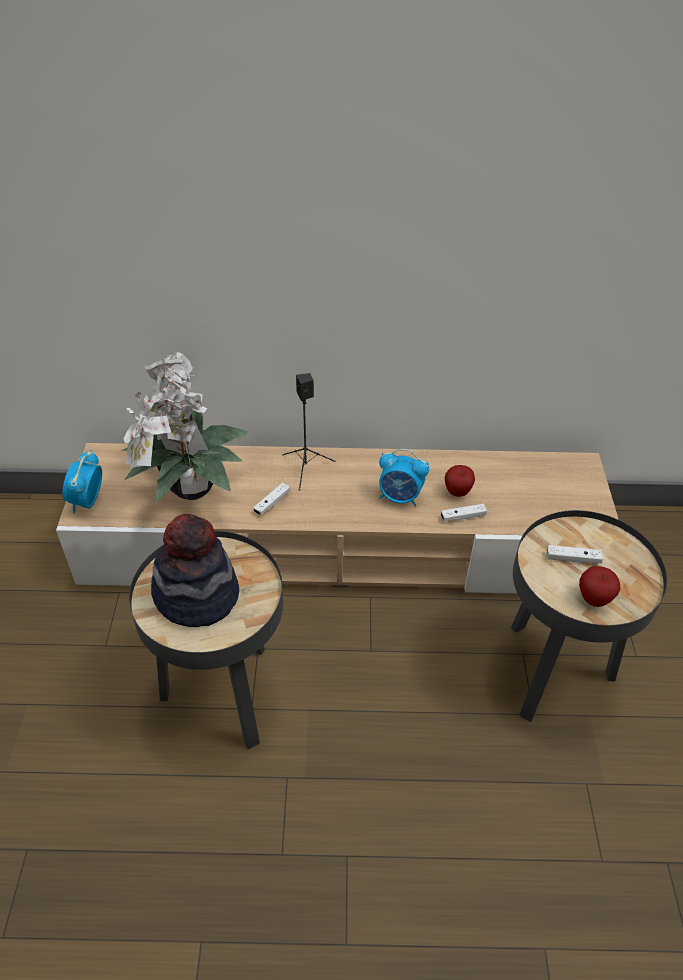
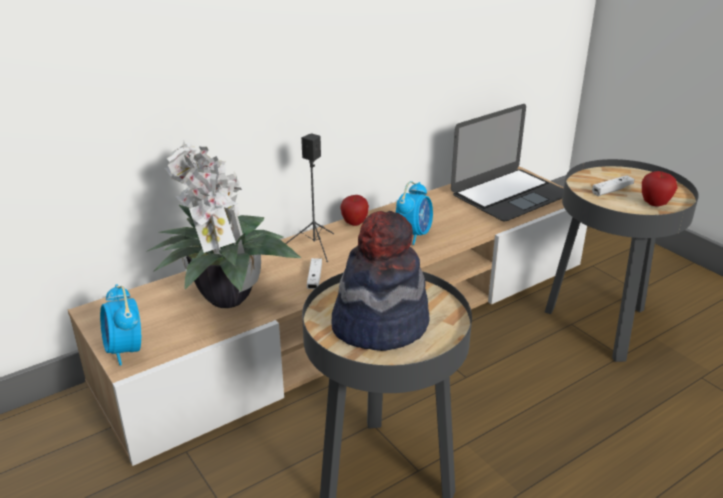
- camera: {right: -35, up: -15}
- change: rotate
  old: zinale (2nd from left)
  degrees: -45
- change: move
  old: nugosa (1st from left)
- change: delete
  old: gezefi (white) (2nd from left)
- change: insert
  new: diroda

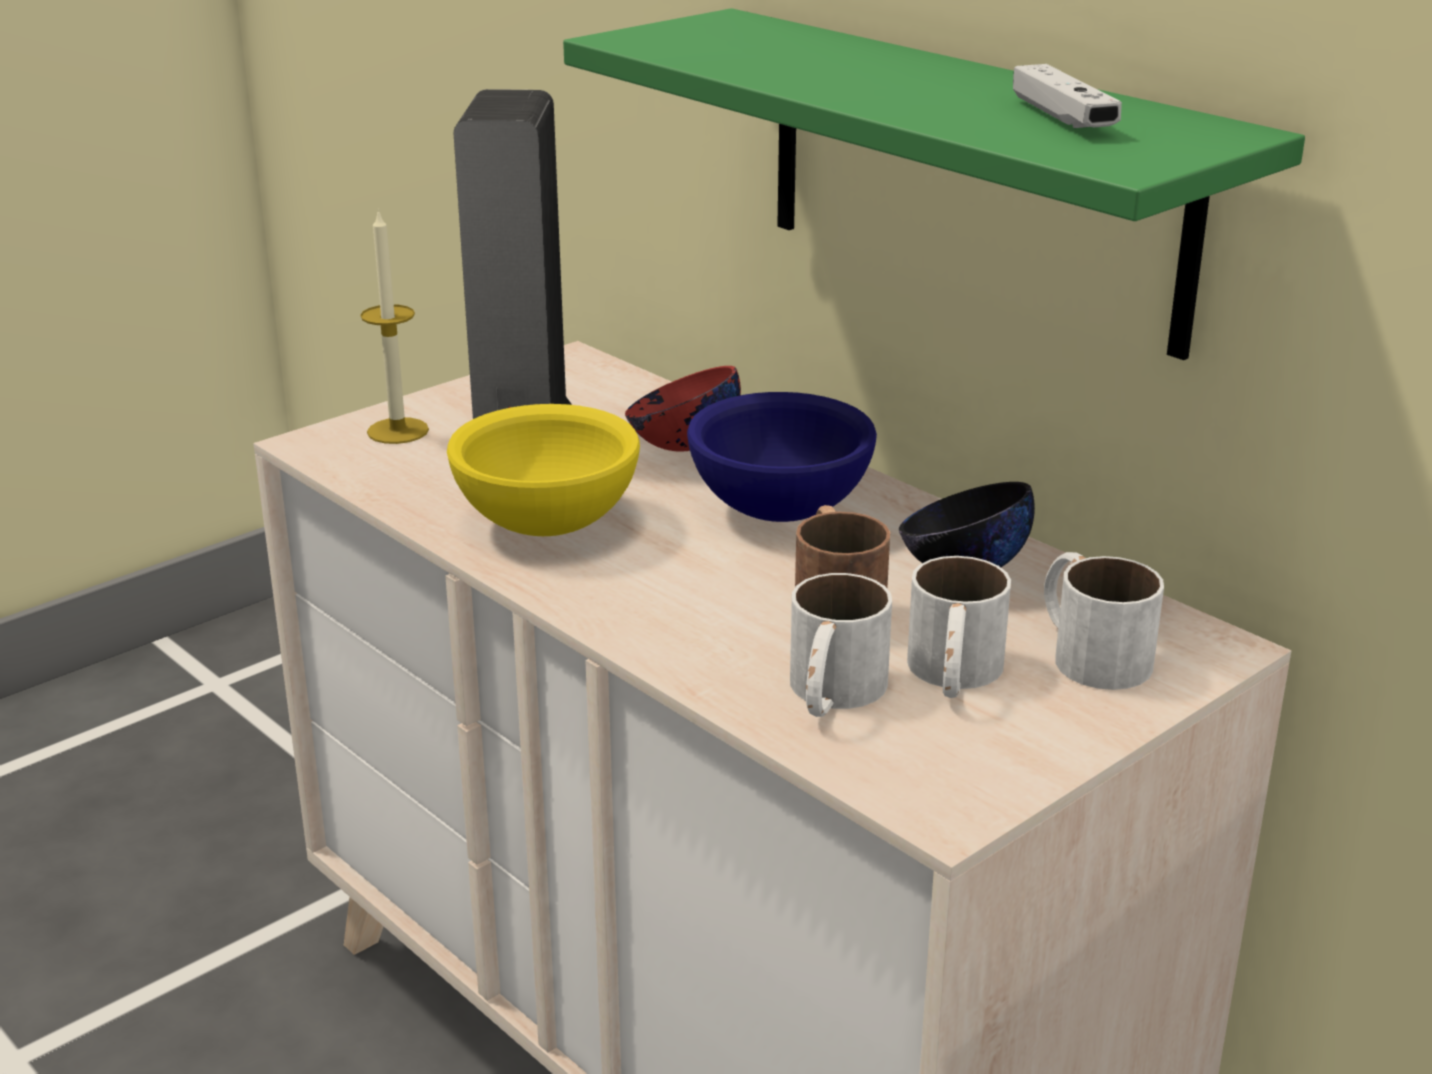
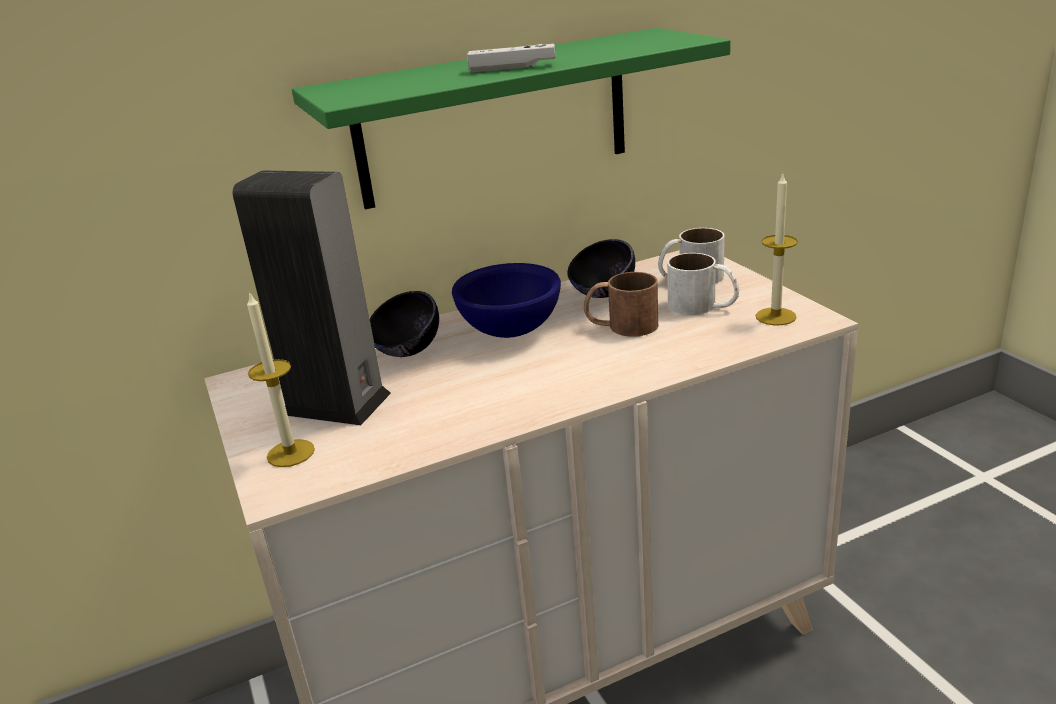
- camera: {right: -70, up: 0}
- change: move
  old: gezefi (white)
- change: recolor
  old: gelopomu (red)
  new: gelopomu (black) (1st from left)
- change: delete
  old: gelopomu (yellow)
- change: delete
  old: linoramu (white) (1st from left)
- change: insert
  new: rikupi (2nd from left)

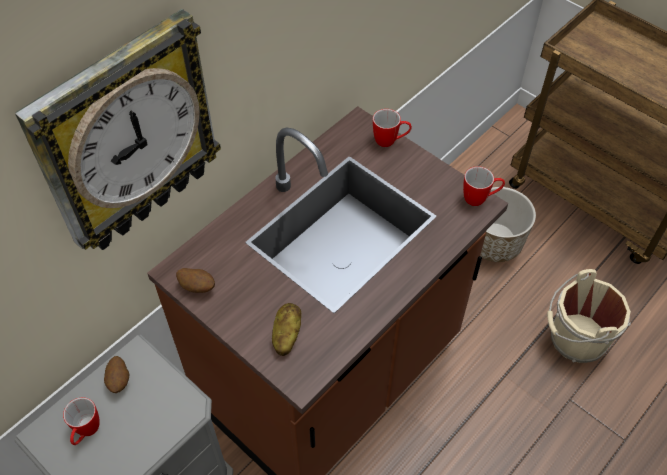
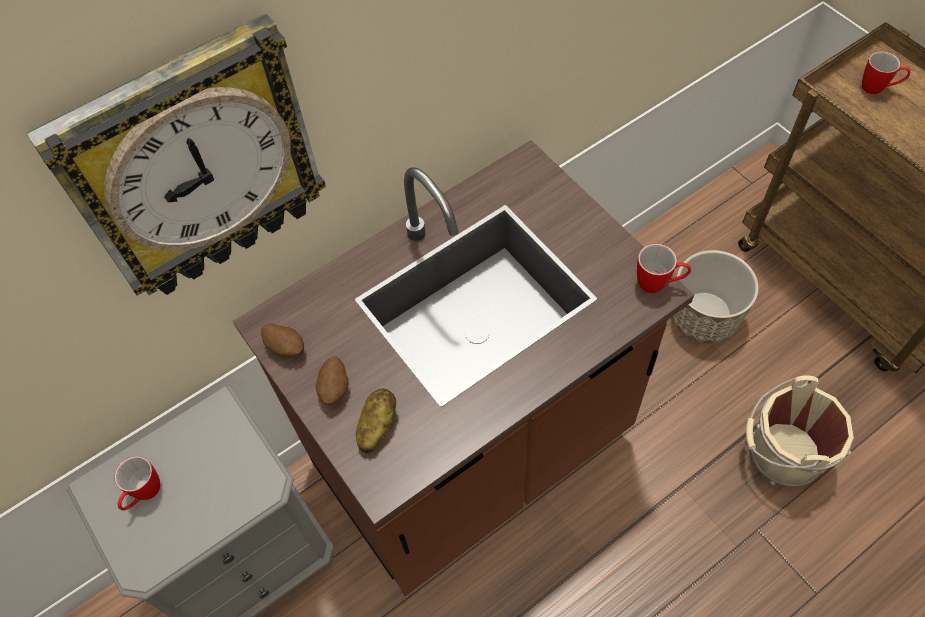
- camera: {right: 15, up: 5}
- change: move
  old: linoramu (2nd from left in the first image)
  new: linoramu (3rd from left)
- change: move
  old: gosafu (1st from left in the first image)
  new: gosafu (2nd from left)

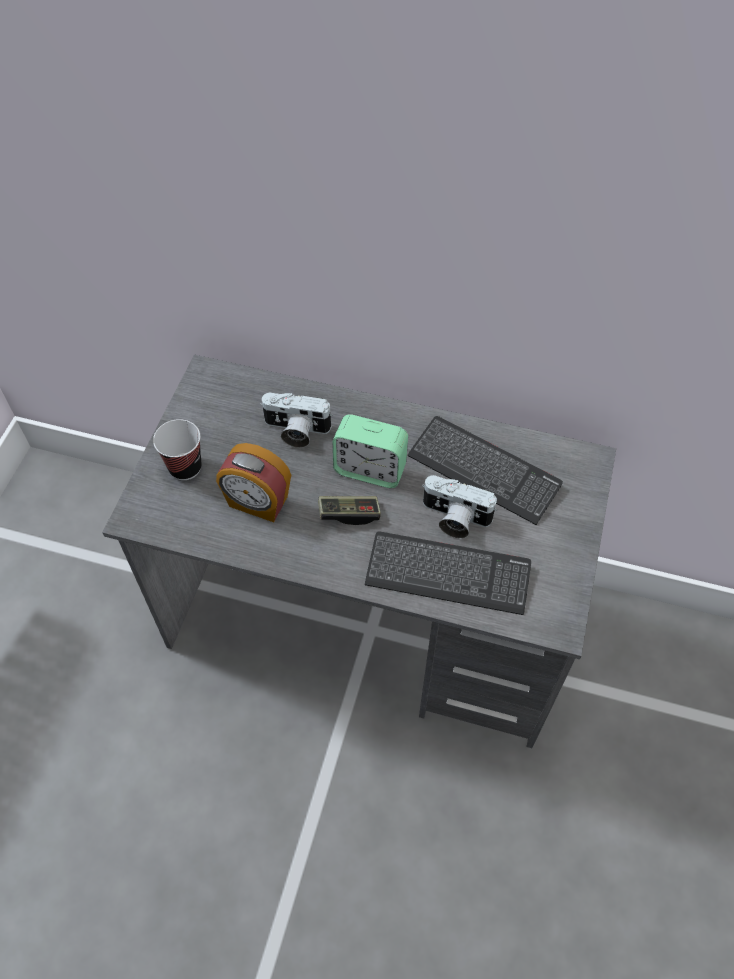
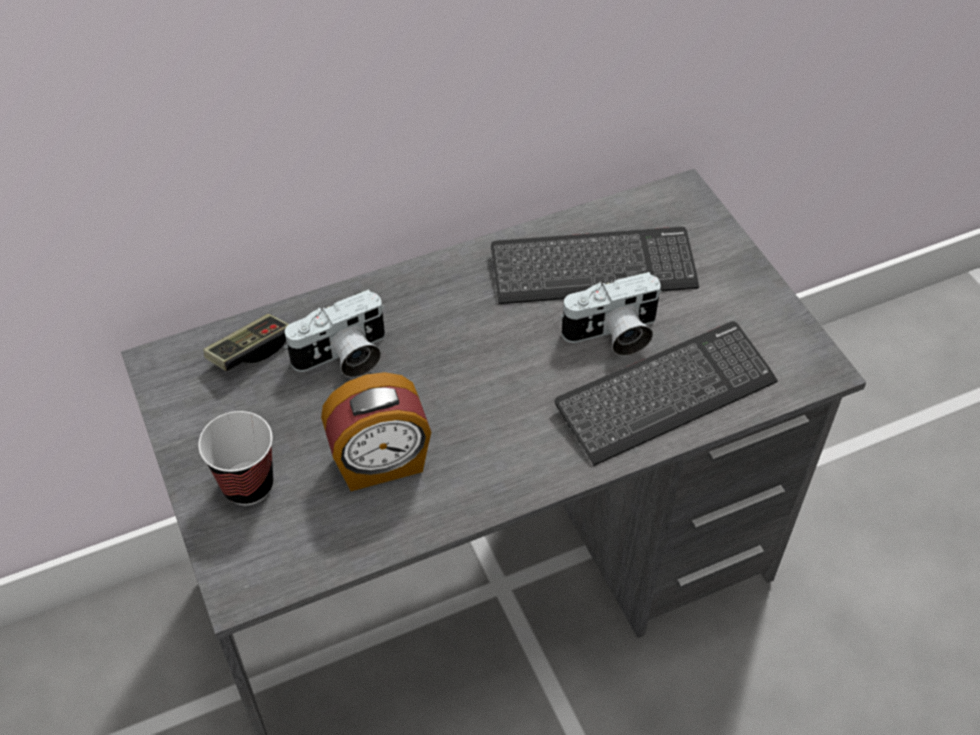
- camera: {right: -40, up: -5}
- change: delete
  old: zinale (2nd from left)
- change: move
  old: gezefi

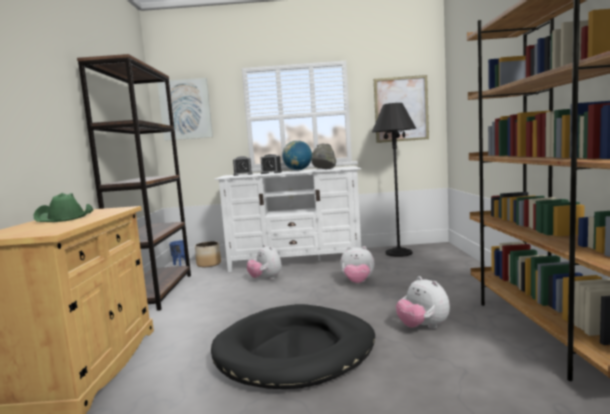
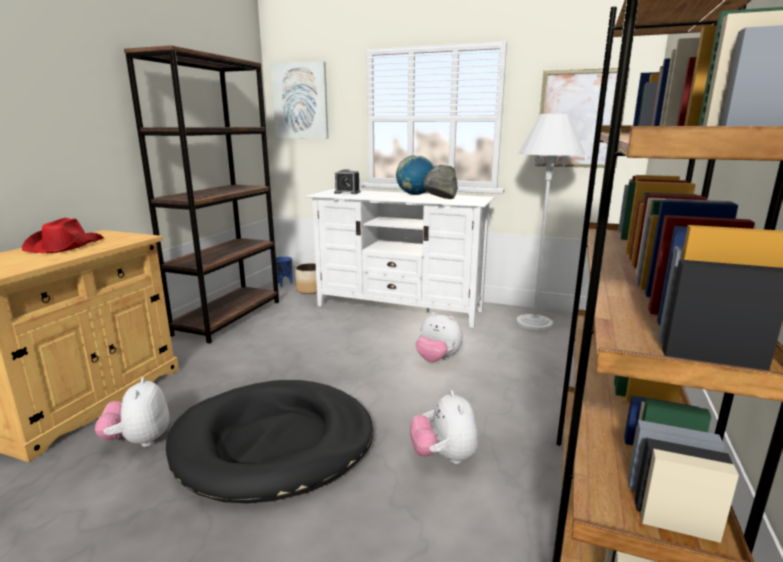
- camera: {right: 20, up: 10}
- change: recolor
  old: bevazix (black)
  new: bevazix (white)
- change: delete
  old: zinale (2nd from left)
- change: recolor
  old: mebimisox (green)
  new: mebimisox (red)
- change: move
  old: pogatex (1st from left)

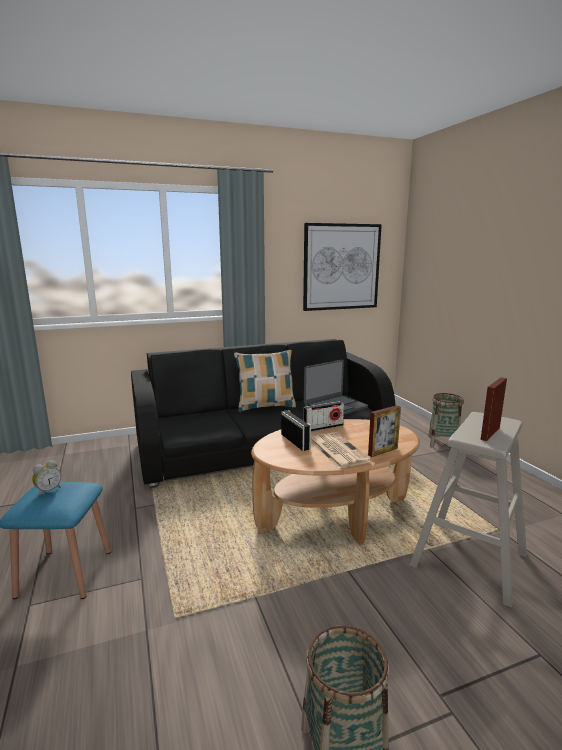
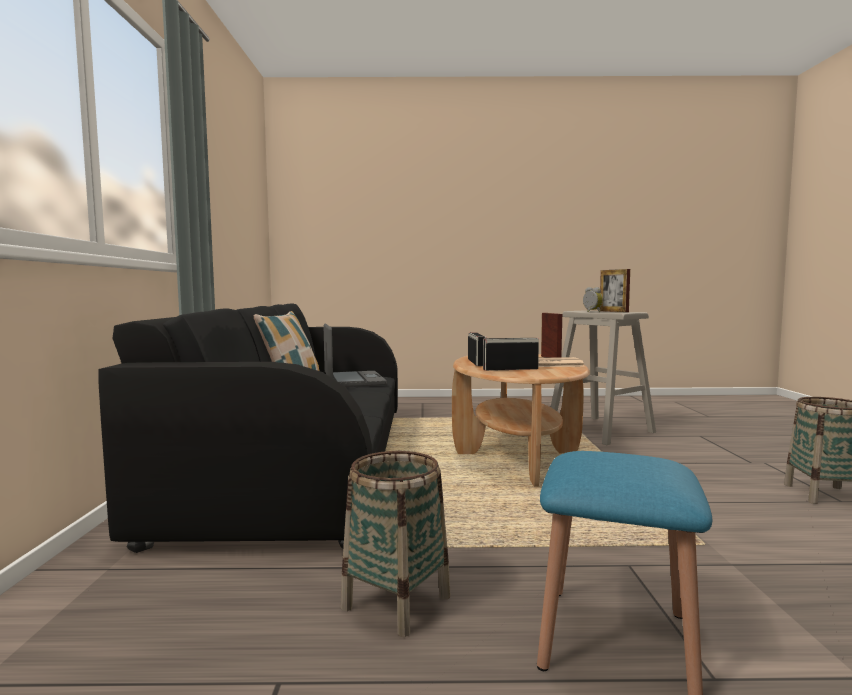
- camera: {right: -70, up: -10}
- change: delete
  old: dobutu
- change: move
  old: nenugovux (2nd from left in the first image)
  new: nenugovux (1st from left)
- change: move
  old: zinale

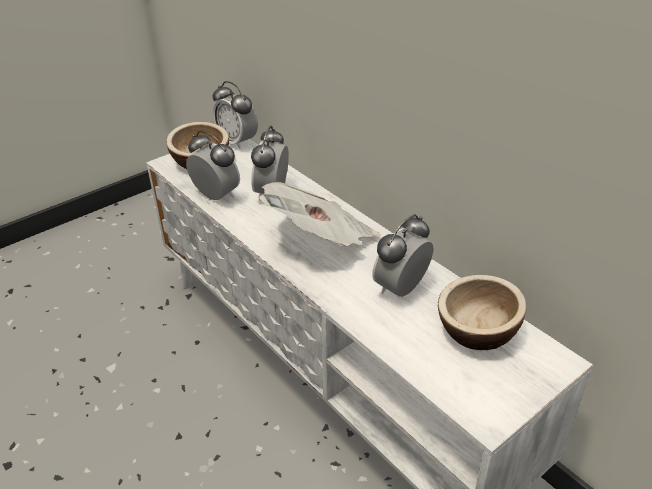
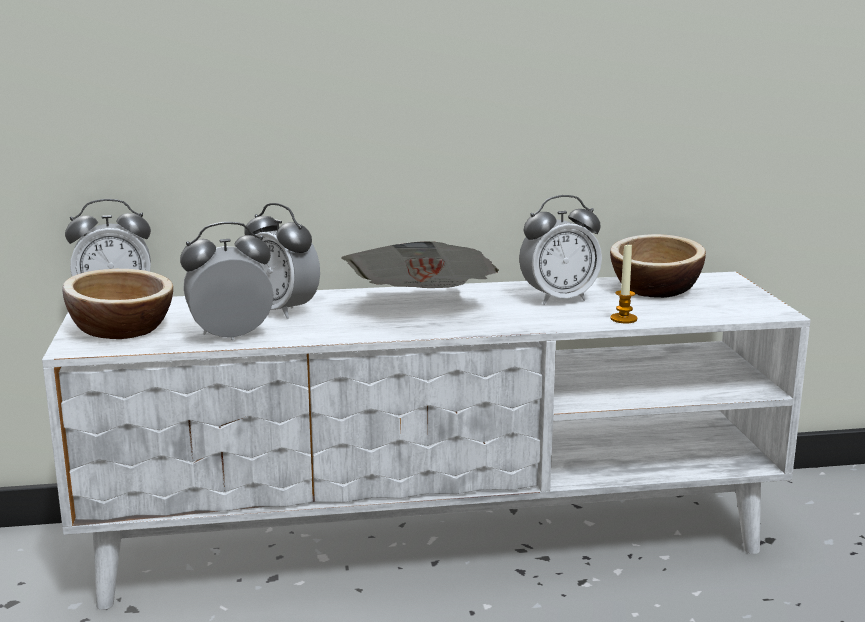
- camera: {right: -60, up: -20}
- change: rotate
  old: zinale (4th from left)
  degrees: -90
- change: insert
  new: rikupi

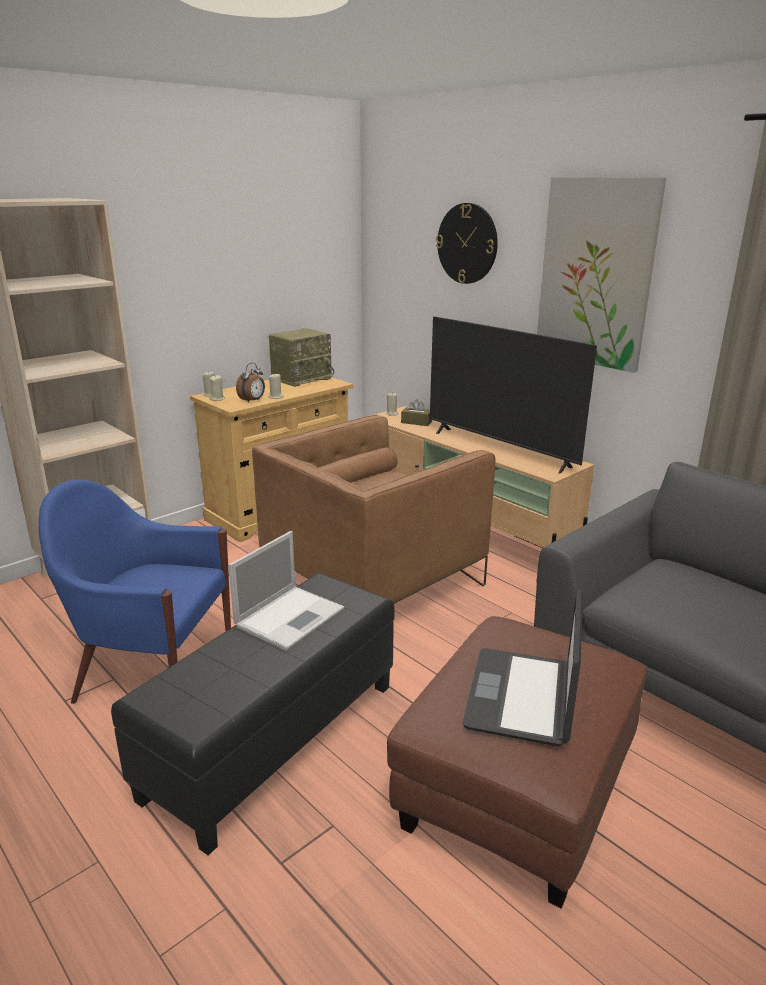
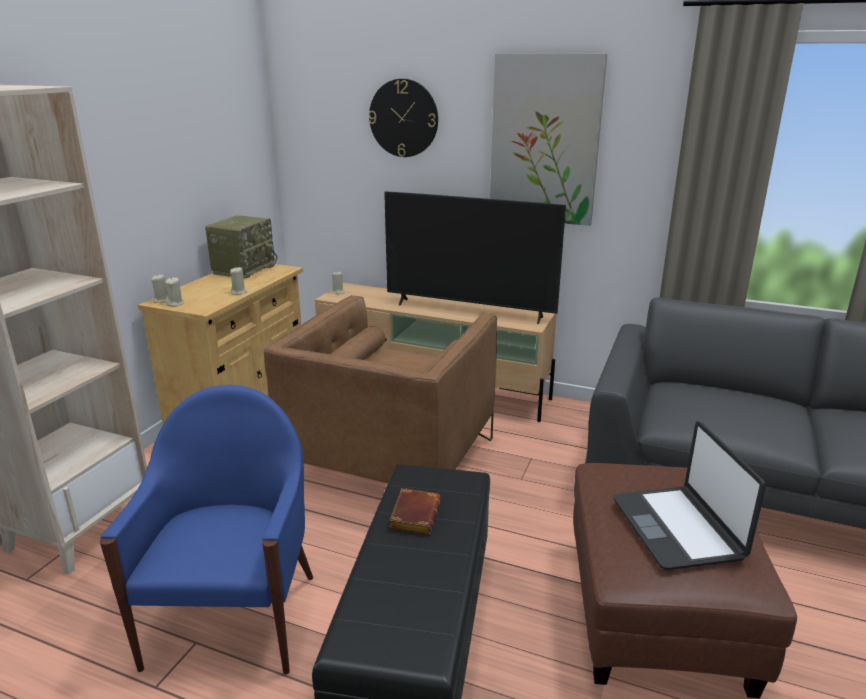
- camera: {right: -25, up: 0}
- change: delete
  old: zinale
- change: delete
  old: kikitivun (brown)
- change: rotate
  old: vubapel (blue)
  degrees: 105
- change: replace
  old: diroda (1st from left)
  new: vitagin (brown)

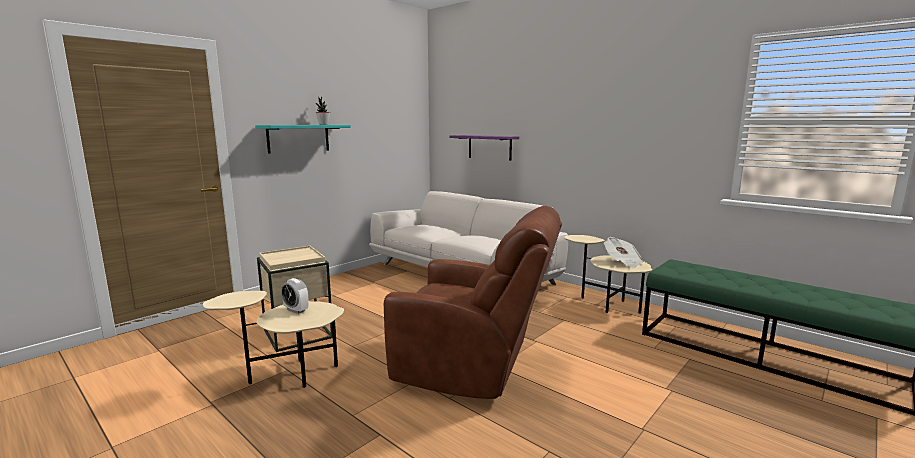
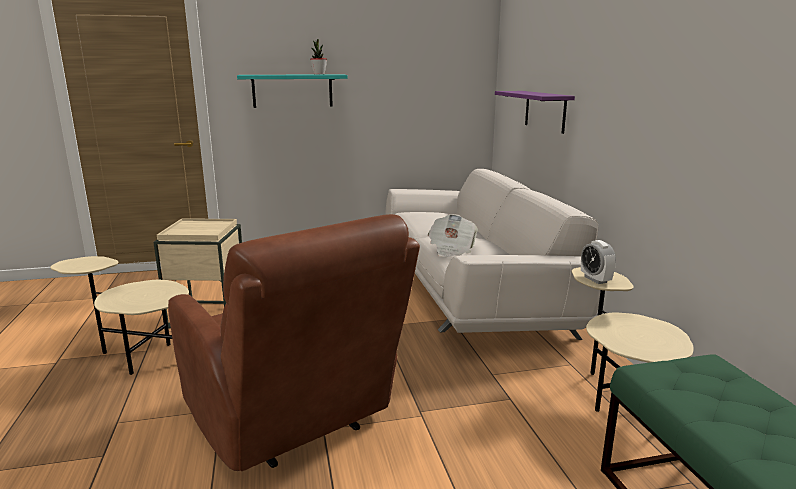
- camera: {right: 35, up: 5}
- change: move
  old: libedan
- change: move
  old: zinale

